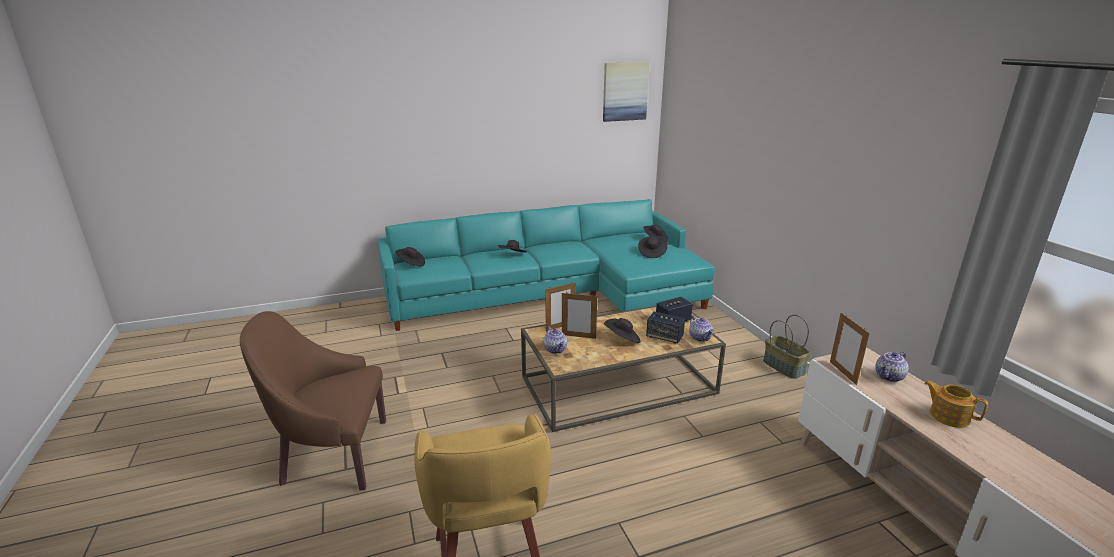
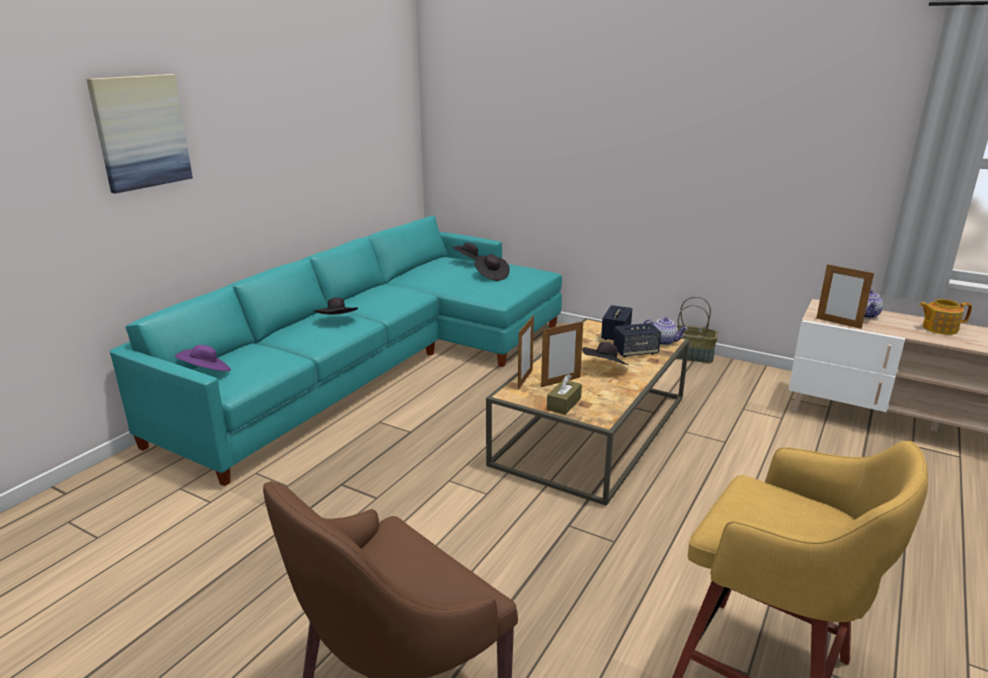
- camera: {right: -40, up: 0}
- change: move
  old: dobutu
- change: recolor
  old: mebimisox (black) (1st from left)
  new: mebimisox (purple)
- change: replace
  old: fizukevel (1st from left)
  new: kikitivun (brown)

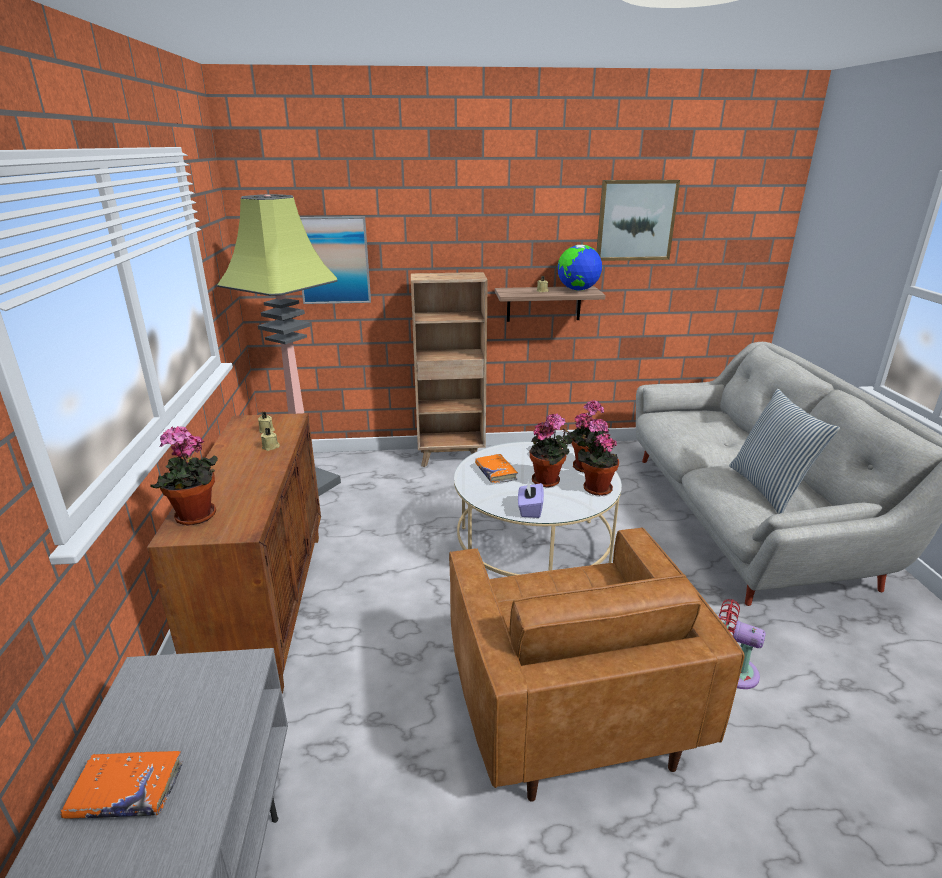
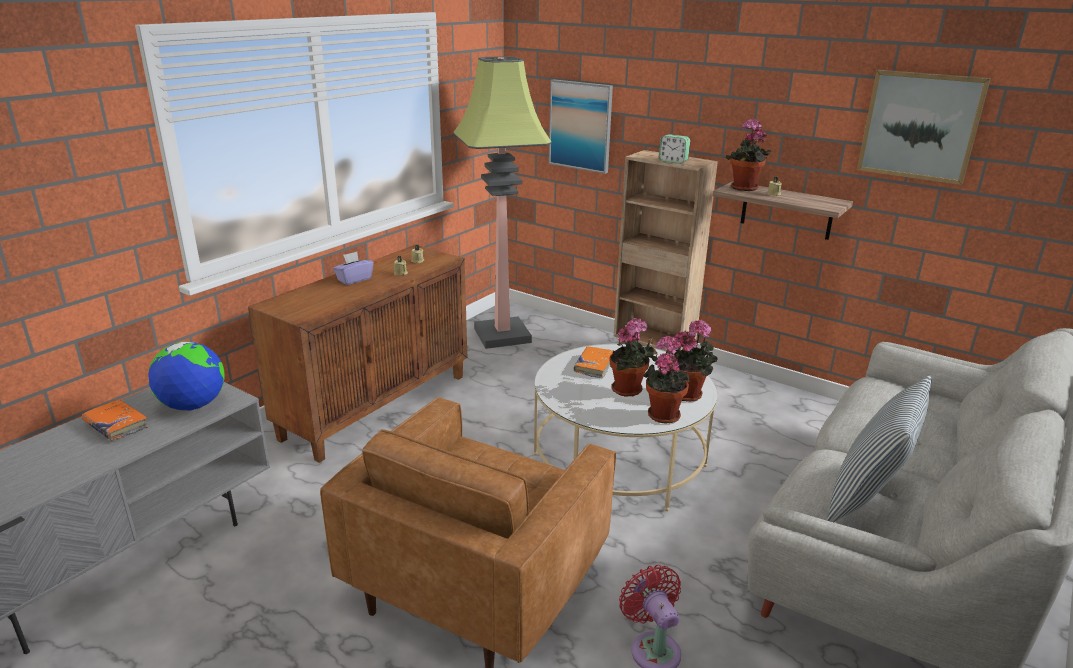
- camera: {right: 40, up: 0}
- change: move
  old: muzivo
- change: move
  old: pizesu (1st from left in the first image)
  new: pizesu (4th from left)
- change: move
  old: kikitivun (purple)
- change: insert
  new: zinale

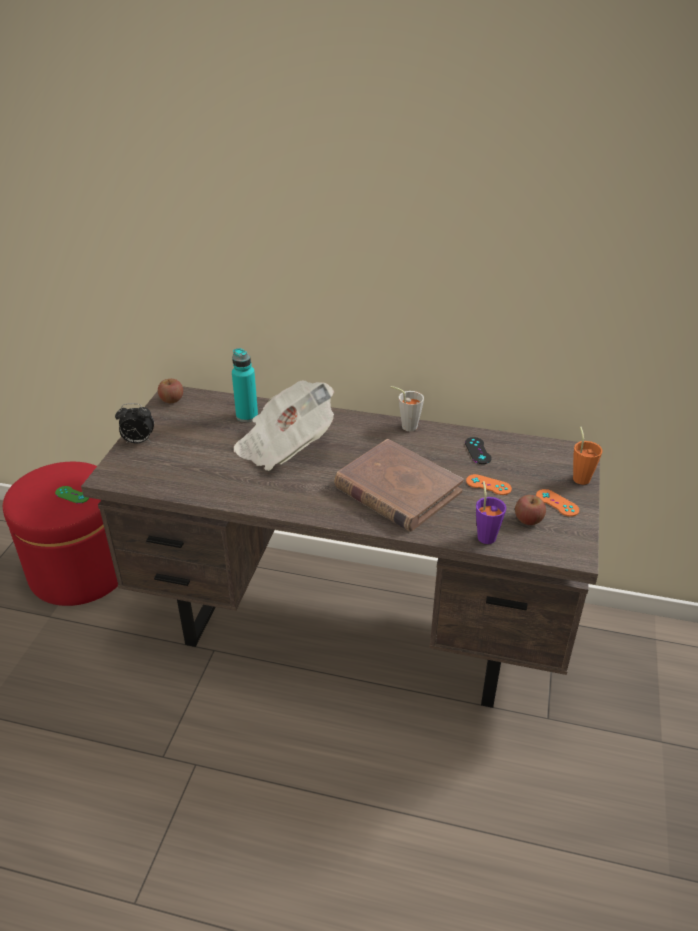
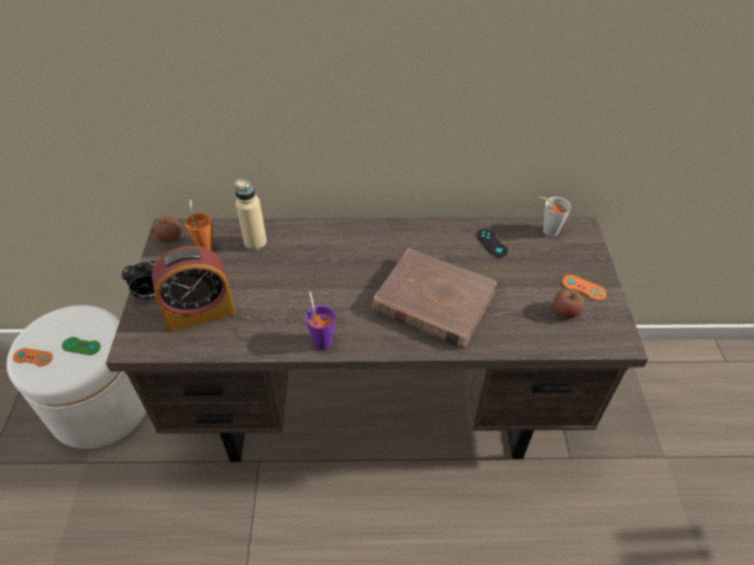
- camera: {right: -15, up: 10}
- change: recolor
  old: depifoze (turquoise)
  new: depifoze (beige)
- change: delete
  old: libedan
- change: move
  old: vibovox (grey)
- change: move
  old: vibovox (orange)
- change: recolor
  old: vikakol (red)
  new: vikakol (white)
- change: move
  old: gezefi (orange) (1st from left)
- change: move
  old: vibovox (purple)
- change: insert
  new: zinale (2nd from left)

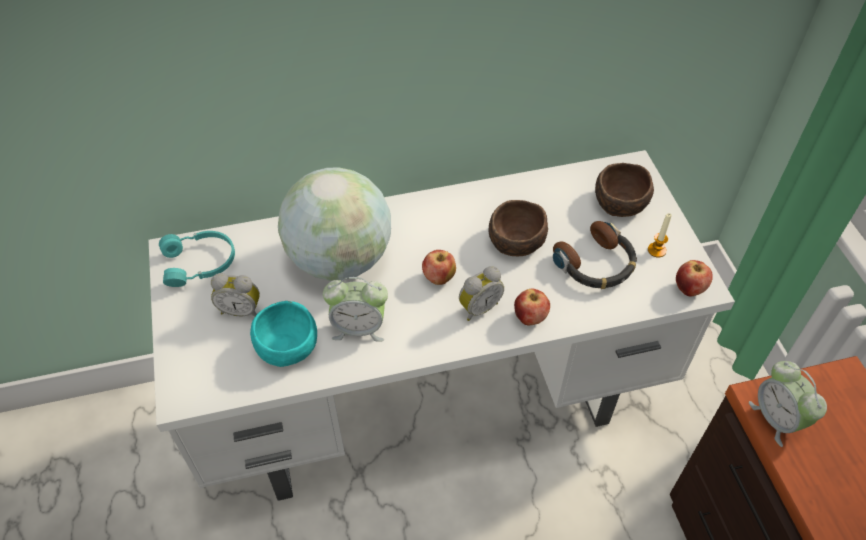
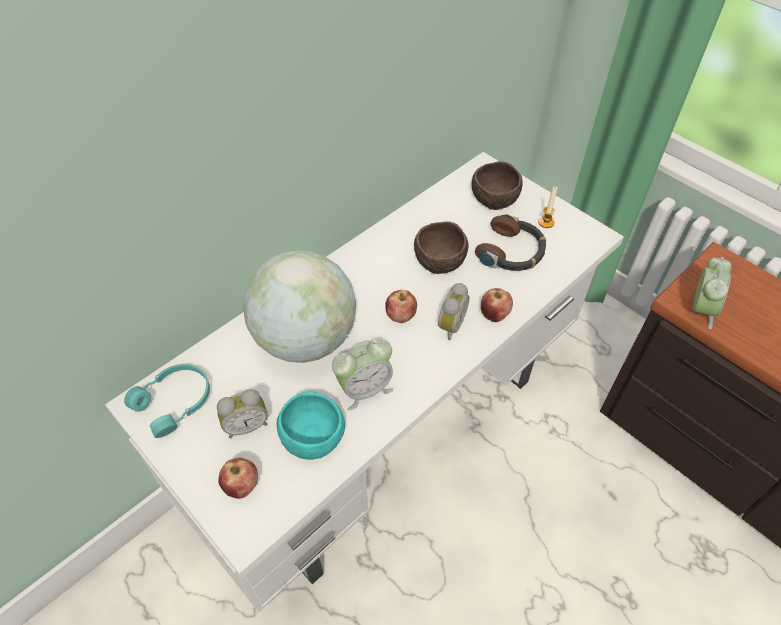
- camera: {right: -30, up: 0}
- change: move
  old: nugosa (3rd from left in the first image)
  new: nugosa (1st from left)
- change: rotate
  old: zinale (4th from left)
  degrees: -105

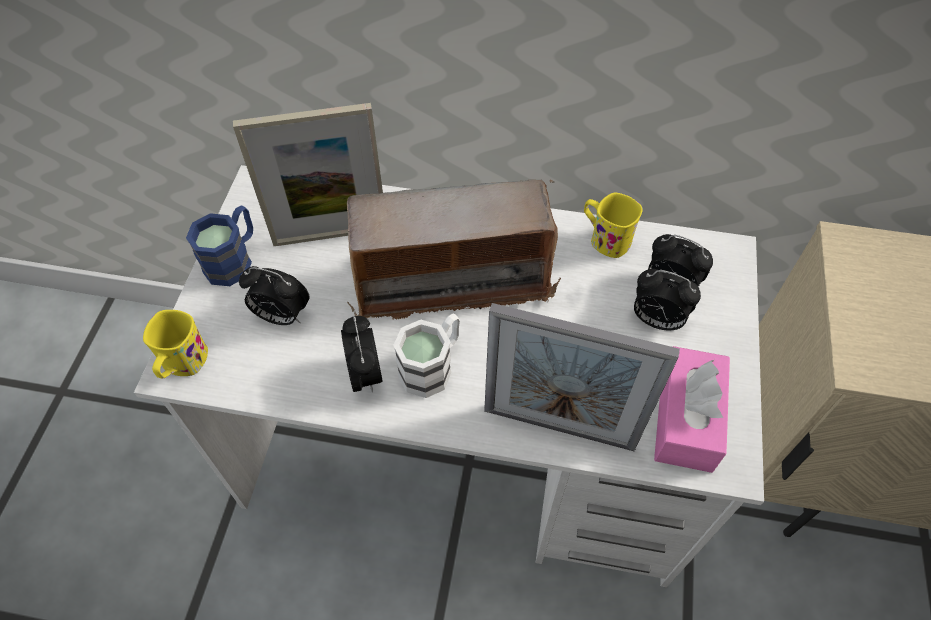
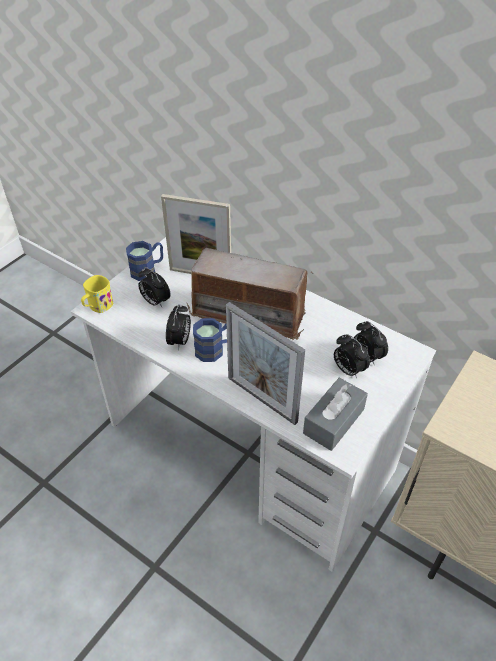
- camera: {right: 25, up: -10}
- change: delete
  old: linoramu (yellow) (2nd from left)
- change: recolor
  old: linoramu (white)
  new: linoramu (blue) (2nd from left)
- change: recolor
  old: kikitivun (pink)
  new: kikitivun (grey)

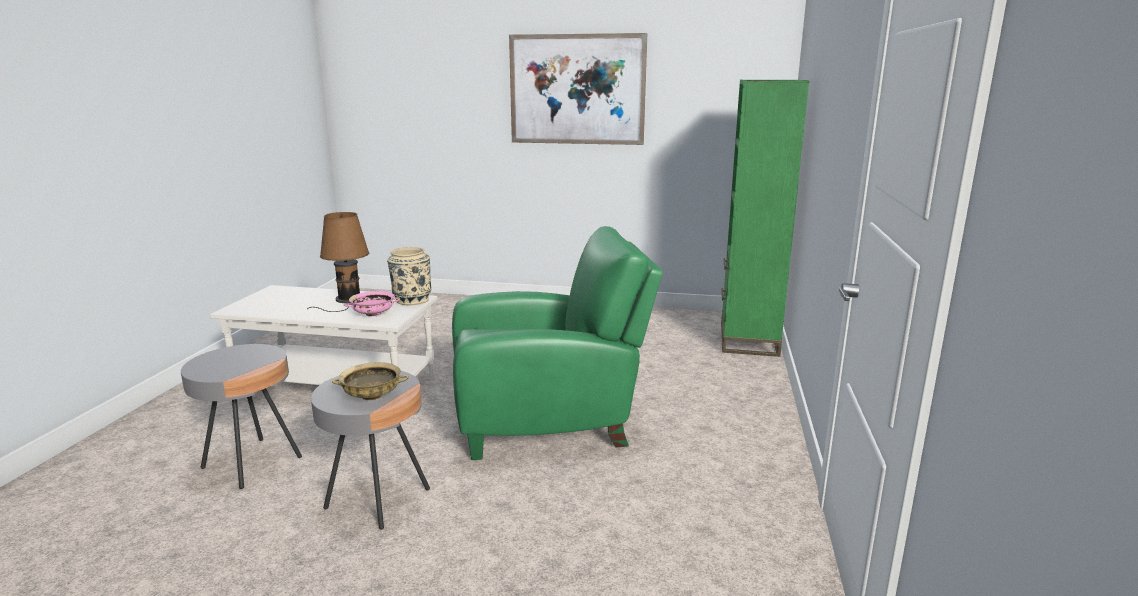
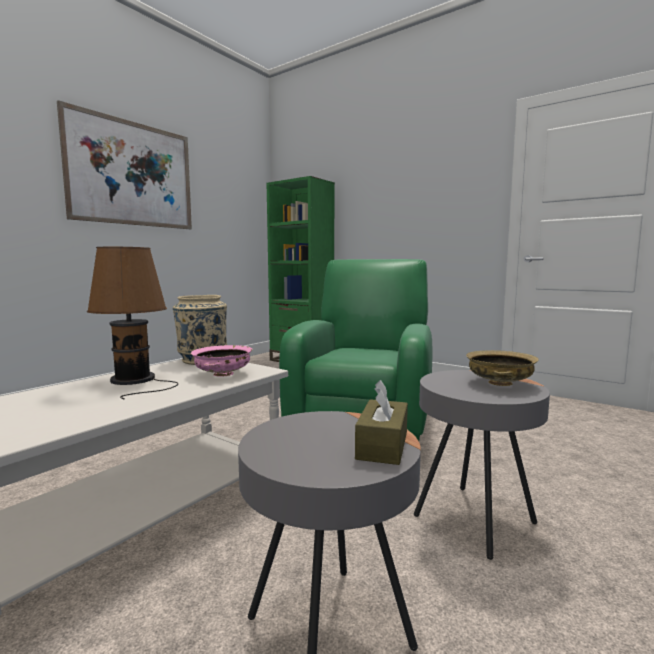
- camera: {right: -65, up: -10}
- change: insert
  new: kikitivun (brown)

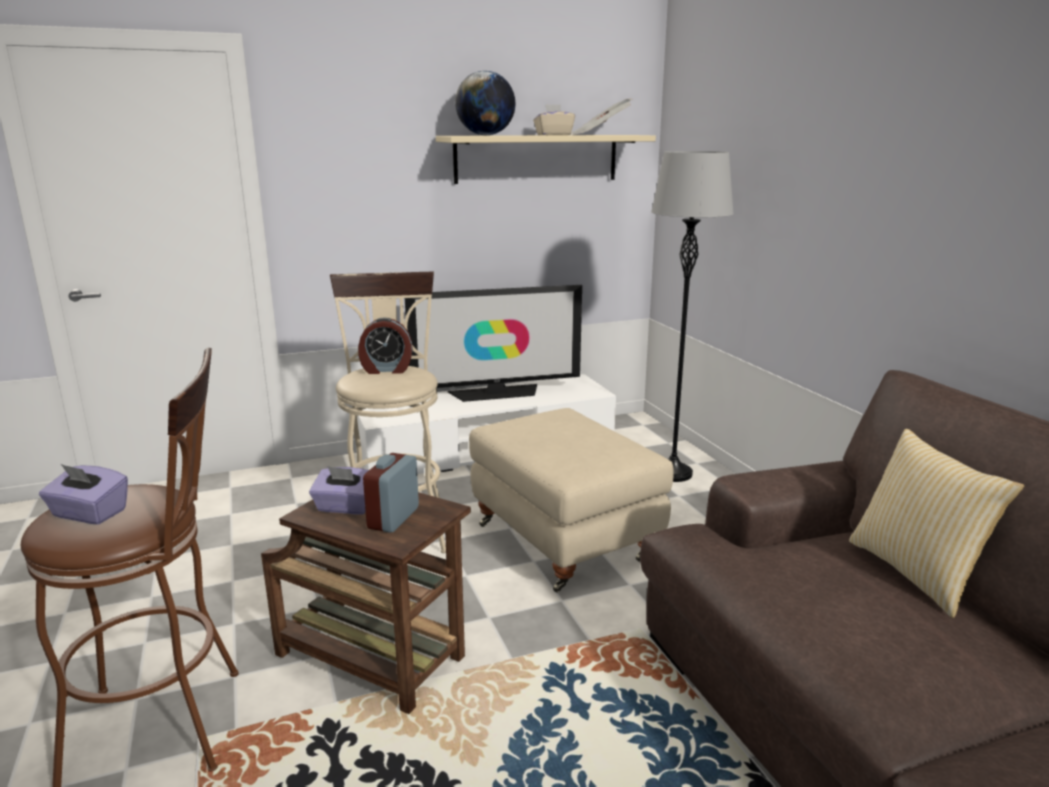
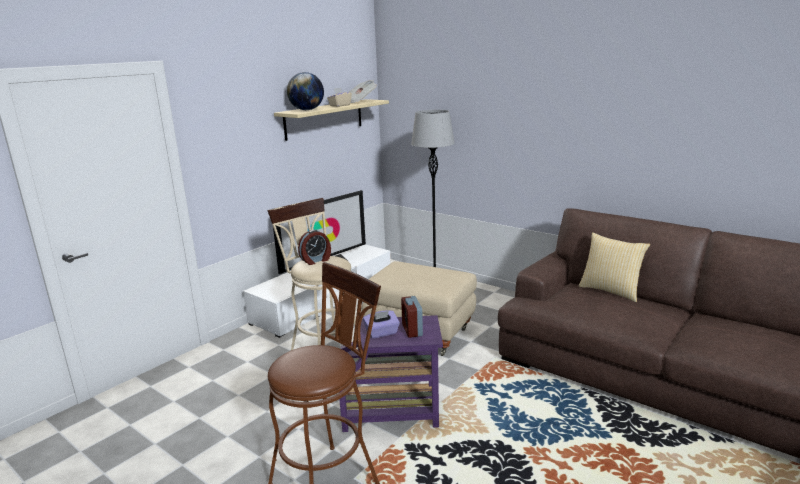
- camera: {right: -30, up: 0}
- change: delete
  old: kikitivun (purple) (1st from left)
- change: recolor
  old: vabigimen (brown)
  new: vabigimen (purple)

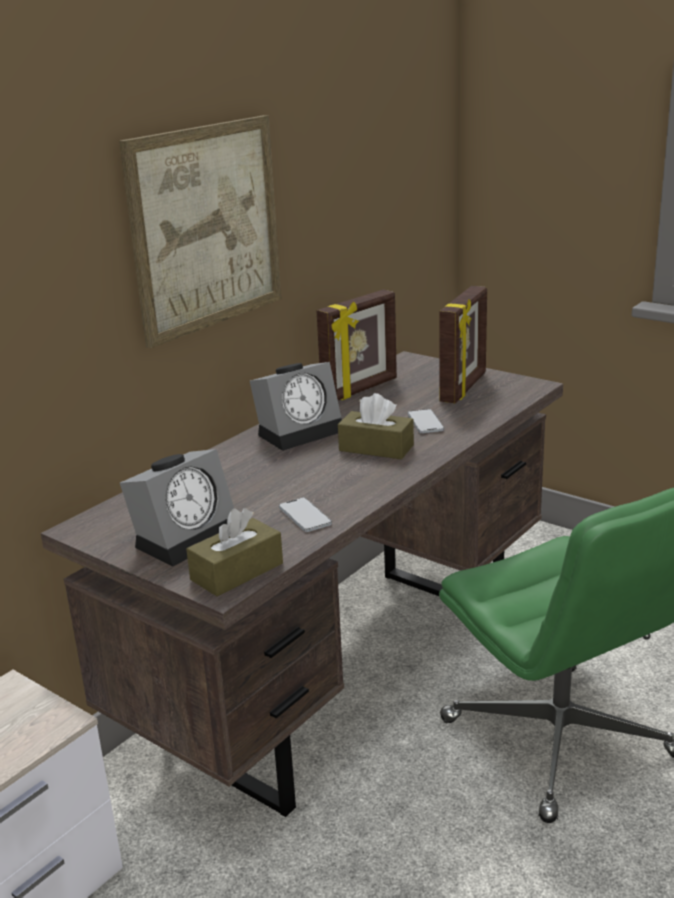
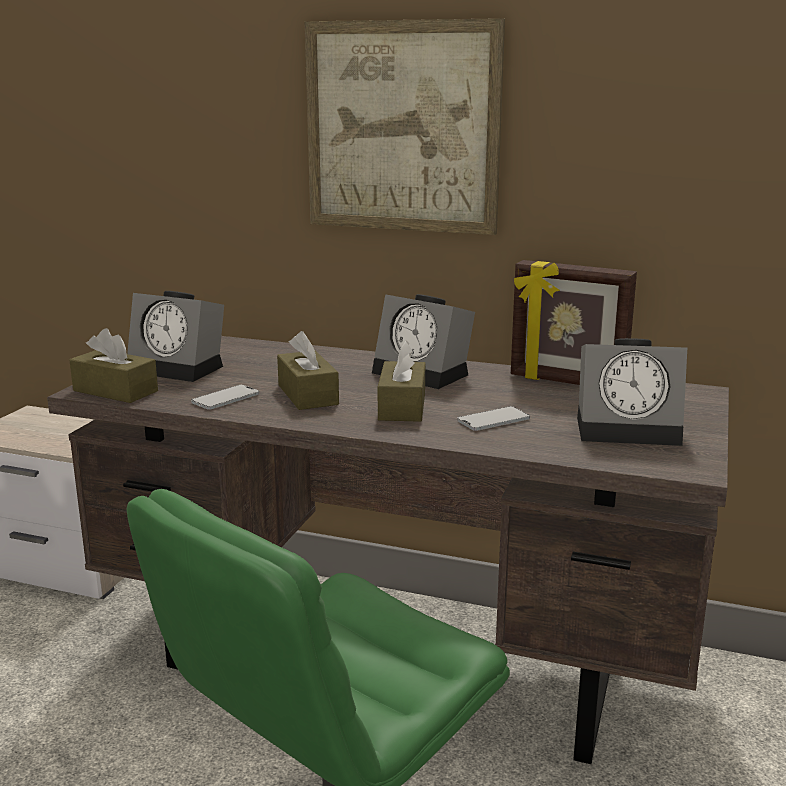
- camera: {right: 70, up: -5}
- change: replace
  old: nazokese (2nd from left)
  new: zinale (3rd from left)
- change: insert
  new: kikitivun (brown) (2nd from left)

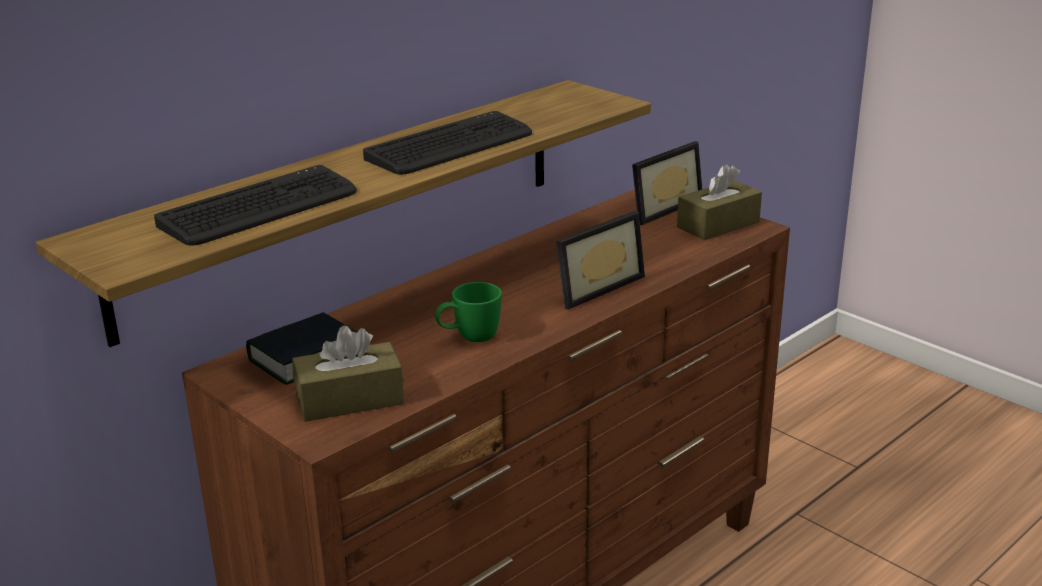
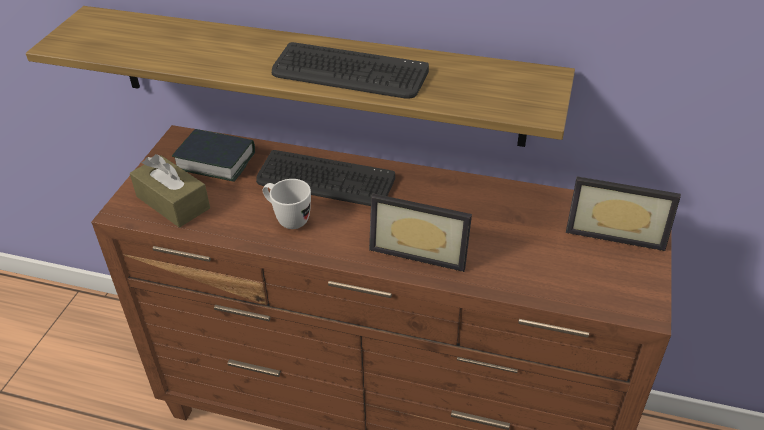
- camera: {right: 60, up: 15}
- change: delete
  old: kikitivun (brown) (2nd from left)
- change: move
  old: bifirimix (1st from left)
- change: recolor
  old: linoramu (green)
  new: linoramu (white)

